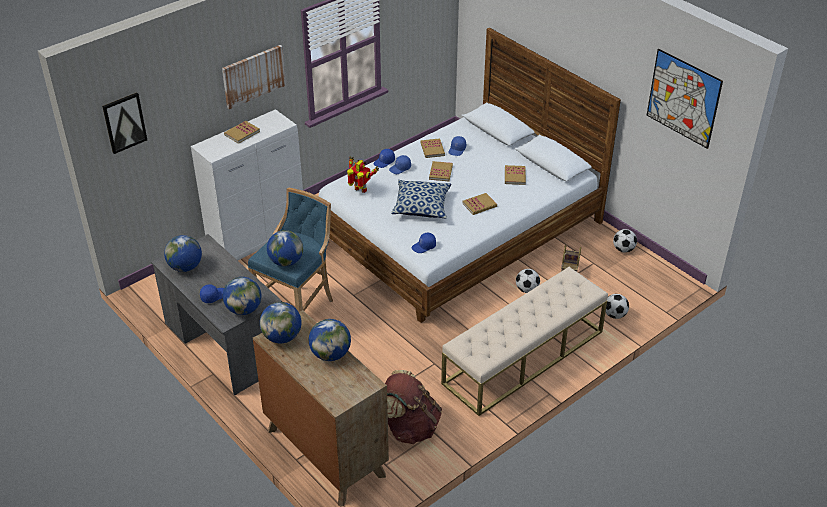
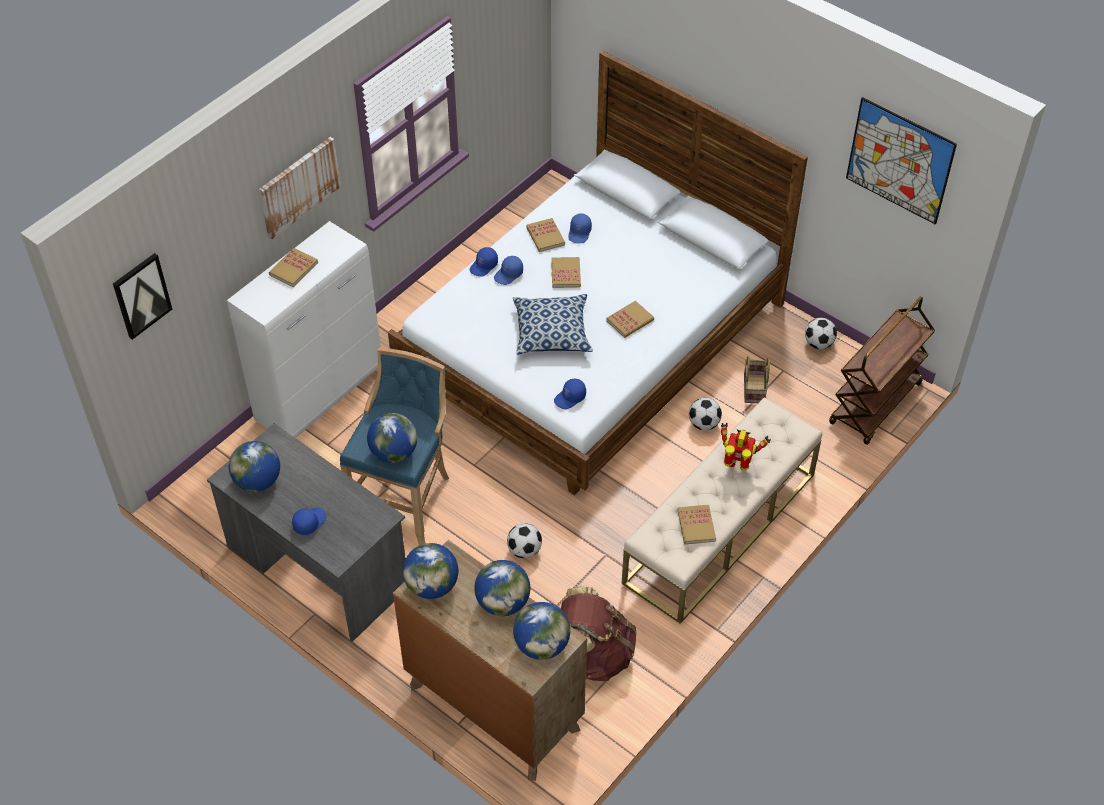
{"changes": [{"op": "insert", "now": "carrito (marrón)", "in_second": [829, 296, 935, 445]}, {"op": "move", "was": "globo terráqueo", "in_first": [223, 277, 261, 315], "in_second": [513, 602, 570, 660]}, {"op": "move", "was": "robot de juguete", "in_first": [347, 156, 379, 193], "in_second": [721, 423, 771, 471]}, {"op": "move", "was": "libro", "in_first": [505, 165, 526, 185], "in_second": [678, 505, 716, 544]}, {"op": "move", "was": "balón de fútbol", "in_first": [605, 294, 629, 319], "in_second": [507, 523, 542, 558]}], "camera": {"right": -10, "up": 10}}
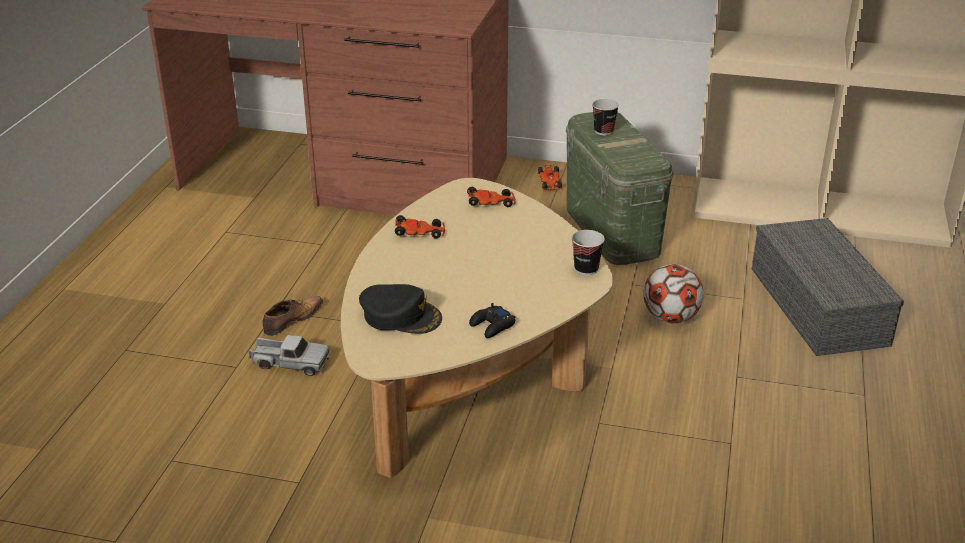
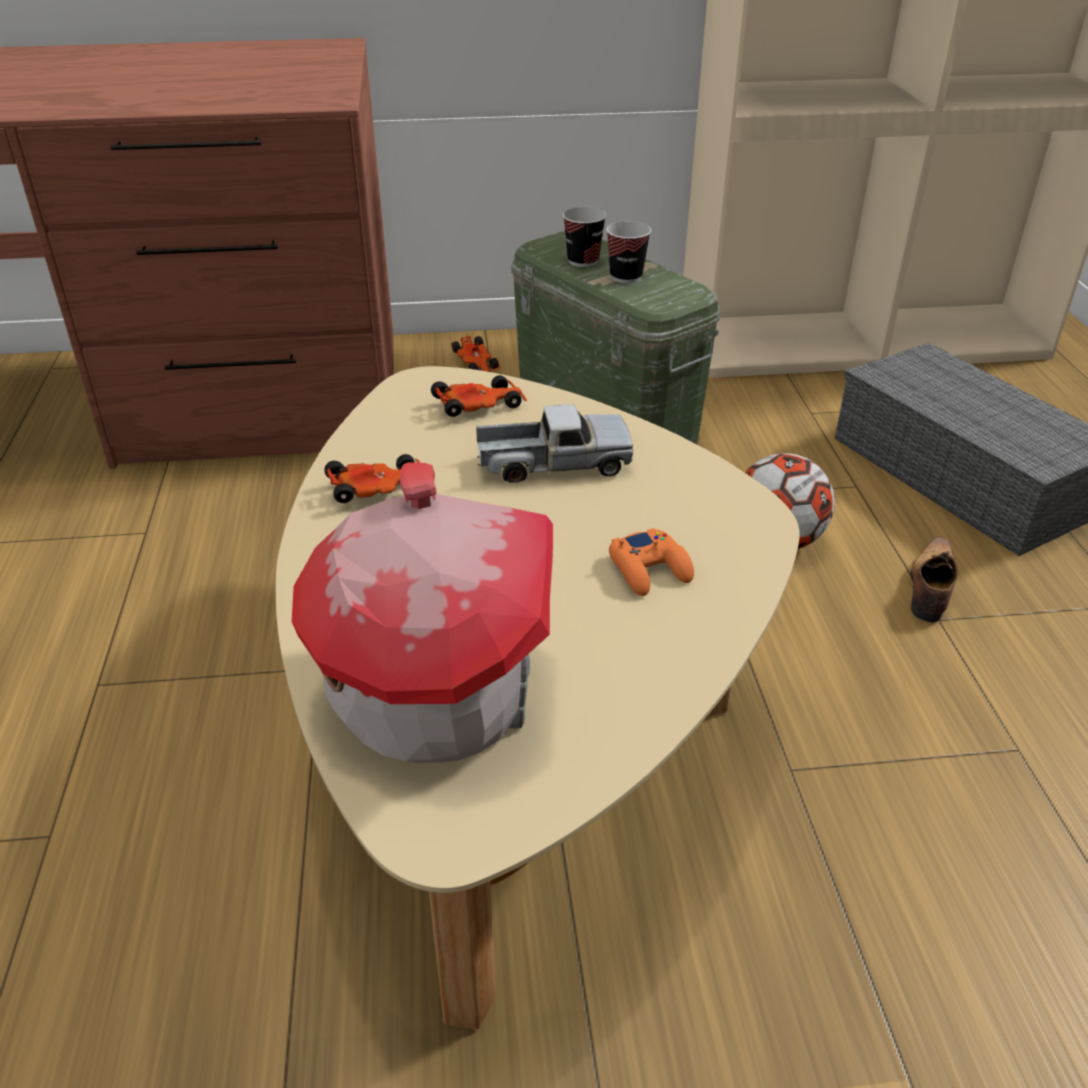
{"changes": [{"op": "delete", "was": "mando de consola (negro)", "in_first": [469, 303, 516, 338]}, {"op": "insert", "now": "mando de consola (naranja)", "in_second": [609, 528, 694, 596]}, {"op": "move", "was": "camión de juguete", "in_first": [248, 335, 330, 376], "in_second": [476, 404, 633, 483]}, {"op": "move", "was": "zapato", "in_first": [263, 296, 323, 336], "in_second": [910, 537, 958, 623]}, {"op": "move", "was": "taza", "in_first": [572, 230, 605, 275], "in_second": [606, 221, 651, 283]}, {"op": "replace", "was": "gorra (negro)", "now": "casita", "in_first": [359, 284, 442, 334], "in_second": [292, 462, 553, 763]}], "camera": {"right": -20, "up": 5}}
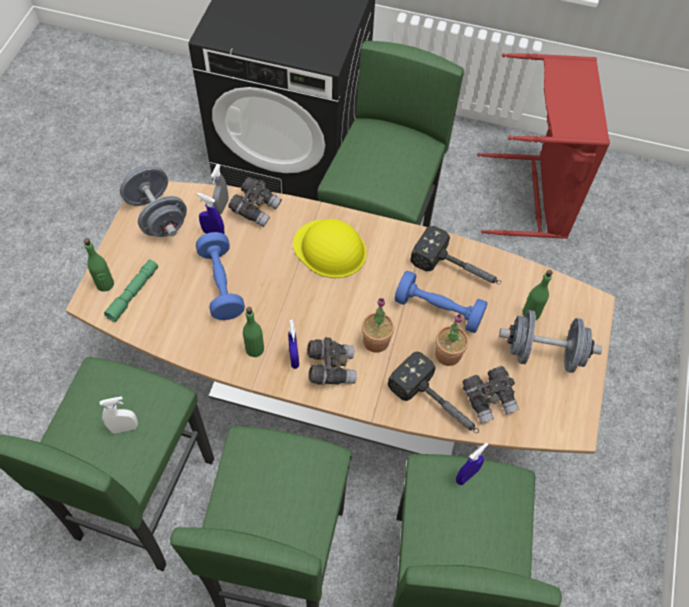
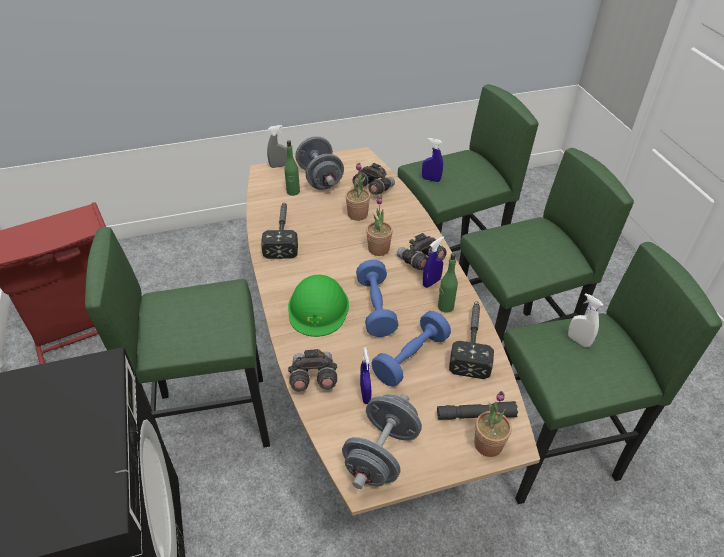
{"changes": [{"op": "move", "was": "pulverizador (gris)", "in_first": [211, 164, 228, 214], "in_second": [267, 125, 288, 168]}, {"op": "move", "was": "martillo", "in_first": [388, 352, 479, 433], "in_second": [449, 301, 494, 379]}, {"op": "move", "was": "mancuerna (azul)", "in_first": [394, 271, 488, 333], "in_second": [356, 260, 399, 337]}, {"op": "replace", "was": "botella (verde)", "now": "planta en maceta", "in_first": [84, 238, 114, 292], "in_second": [474, 391, 512, 457]}, {"op": "recolor", "was": "linterna (verde)", "now": "linterna (gris)", "in_first": [104, 259, 158, 322], "in_second": [437, 401, 518, 420]}, {"op": "recolor", "was": "casco (amarillo)", "now": "casco (verde)", "in_first": [293, 219, 366, 278], "in_second": [288, 275, 349, 337]}], "camera": {"right": -120, "up": -15}}
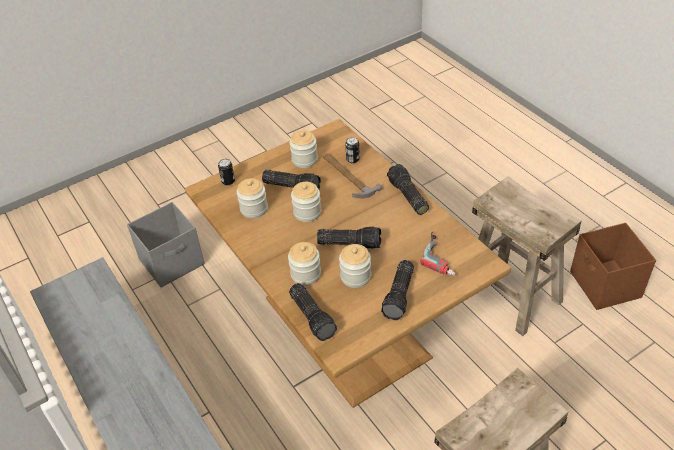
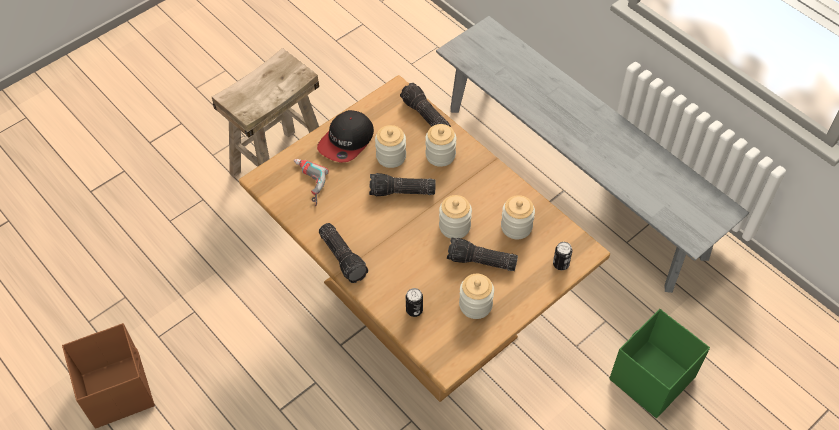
{"changes": [{"op": "delete", "was": "martillo", "in_first": [323, 154, 382, 198]}, {"op": "delete", "was": "taburete (beis)", "in_first": [472, 176, 581, 336]}, {"op": "replace", "was": "linterna", "now": "gorra", "in_first": [381, 260, 414, 320], "in_second": [317, 110, 374, 163]}, {"op": "recolor", "was": "caja de almacenaje (gris)", "now": "caja de almacenaje (verde)", "in_first": [127, 202, 205, 288], "in_second": [609, 309, 710, 418]}], "camera": {"right": 170, "up": 10}}
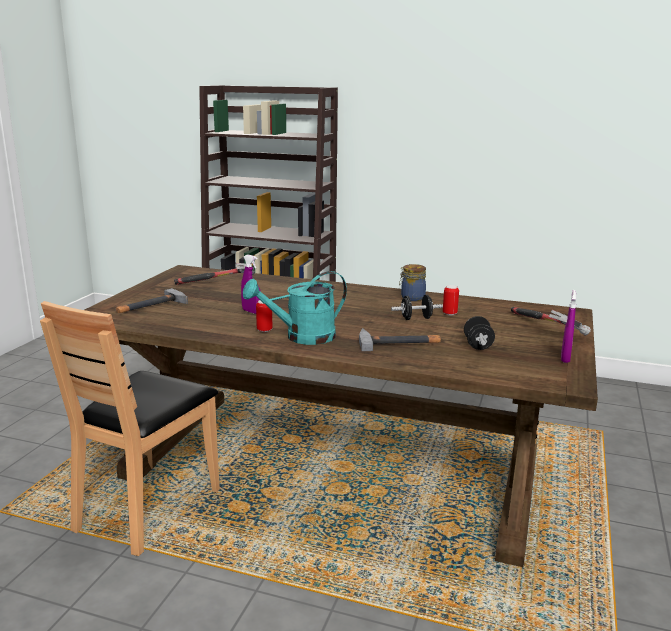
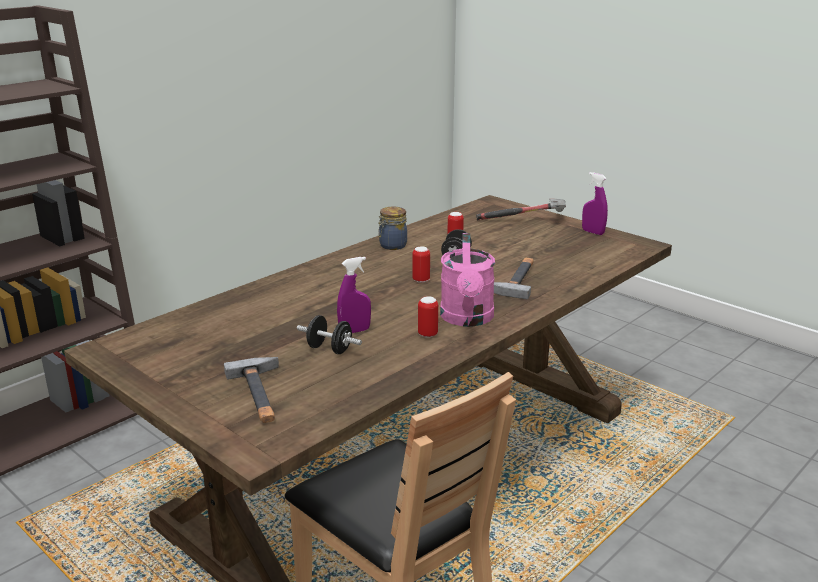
{"changes": [{"op": "delete", "was": "martillo", "in_first": [174, 263, 255, 285]}, {"op": "insert", "now": "lata", "in_second": [412, 246, 430, 283]}, {"op": "move", "was": "mancuerna (negro)", "in_first": [464, 316, 495, 350], "in_second": [297, 315, 362, 354]}, {"op": "recolor", "was": "regadera (turquesa)", "now": "regadera (rosa)", "in_first": [243, 271, 347, 345], "in_second": [440, 233, 495, 327]}], "camera": {"right": -65, "up": 5}}
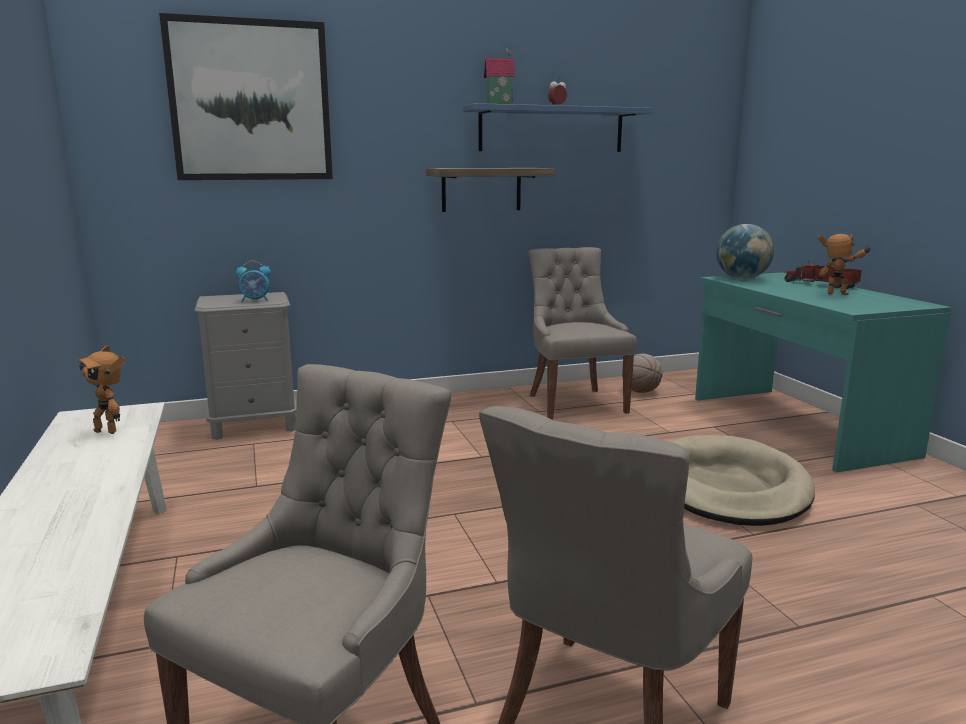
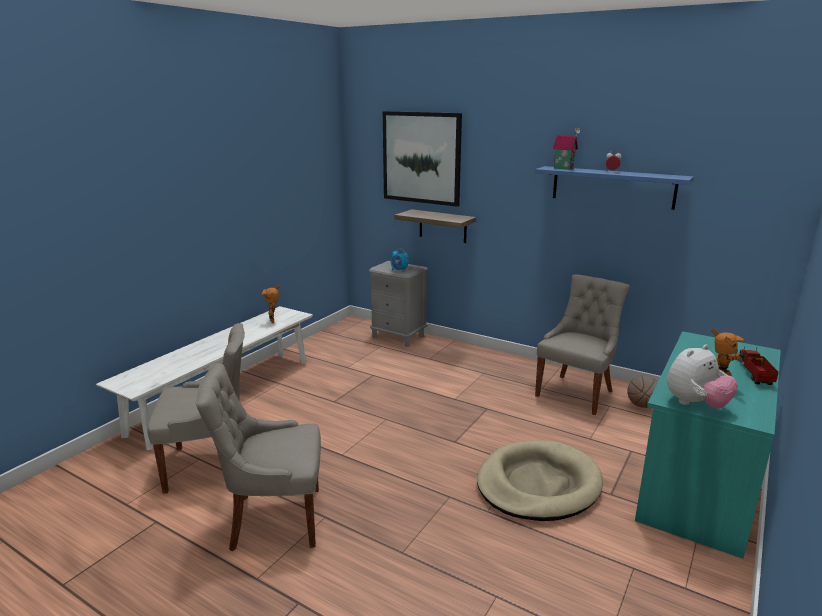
{"changes": [{"op": "delete", "was": "globo terráqueo", "in_first": [716, 224, 774, 279]}, {"op": "insert", "now": "peluche", "in_second": [667, 344, 738, 409]}, {"op": "move", "was": "estante", "in_first": [426, 168, 555, 212], "in_second": [395, 209, 476, 243]}], "camera": {"right": 50, "up": 5}}
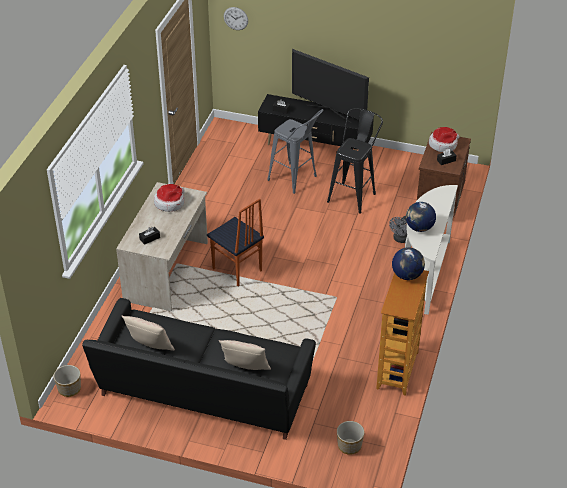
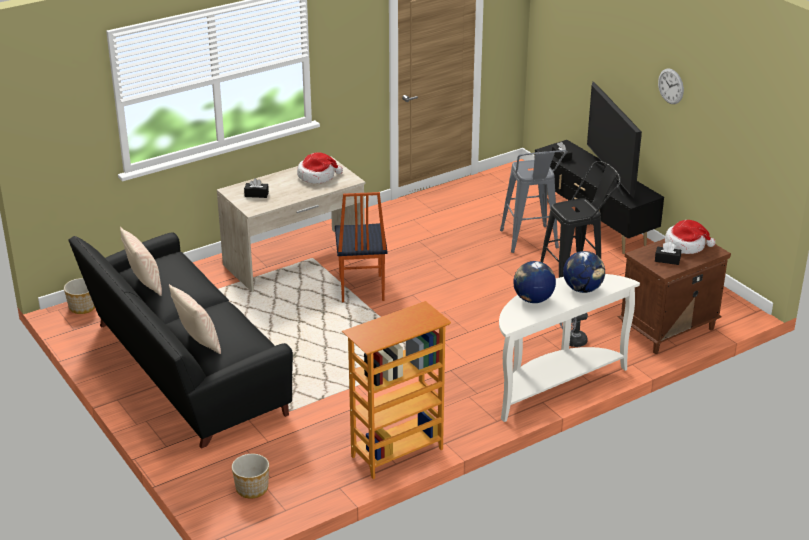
{"changes": [{"op": "move", "was": "reloj de pared", "in_first": [224, 7, 248, 30], "in_second": [658, 68, 684, 104]}, {"op": "move", "was": "globo terráqueo", "in_first": [392, 247, 425, 280], "in_second": [563, 251, 605, 293]}], "camera": {"right": 40, "up": -10}}
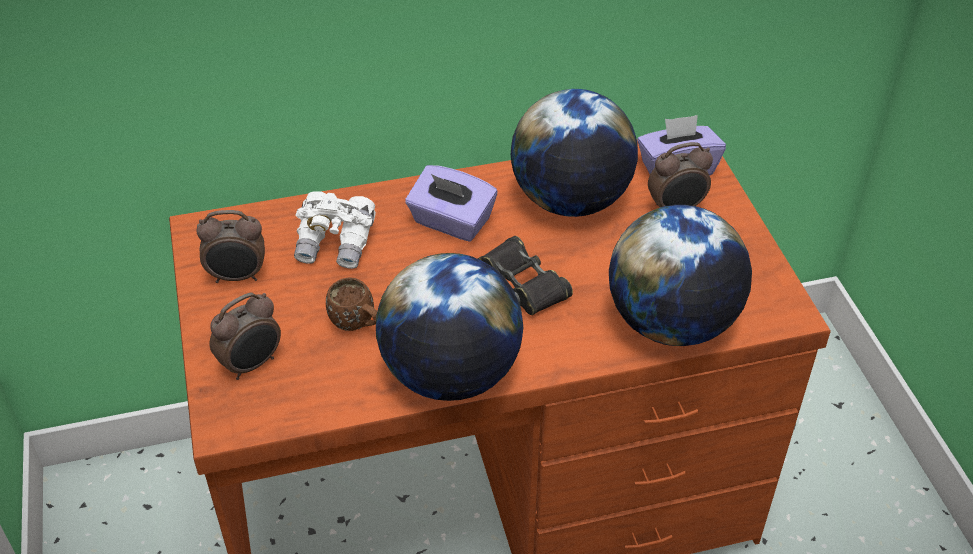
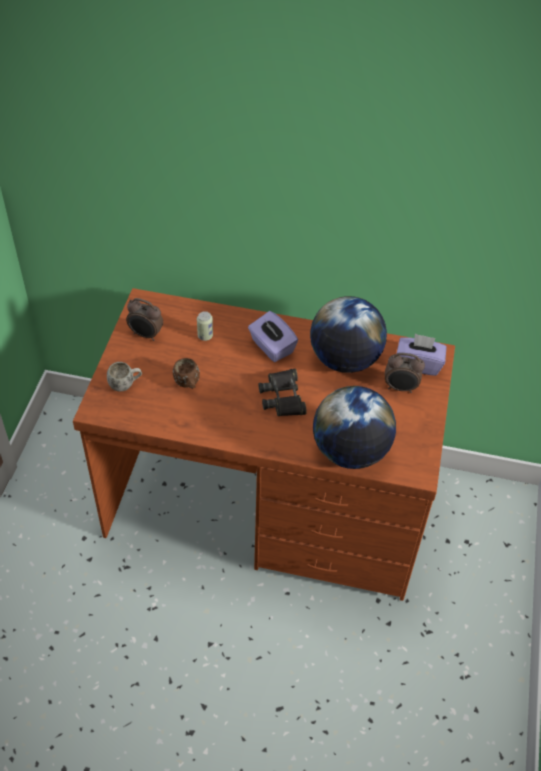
{"changes": [{"op": "delete", "was": "globo terráqueo", "in_first": [376, 253, 523, 401]}, {"op": "replace", "was": "despertador", "now": "taza grande (blanco)", "in_first": [209, 293, 281, 380], "in_second": [107, 362, 142, 392]}, {"op": "replace", "was": "prismáticos (blanco)", "now": "lata", "in_first": [294, 191, 376, 269], "in_second": [197, 311, 213, 341]}], "camera": {"right": 25, "up": 5}}
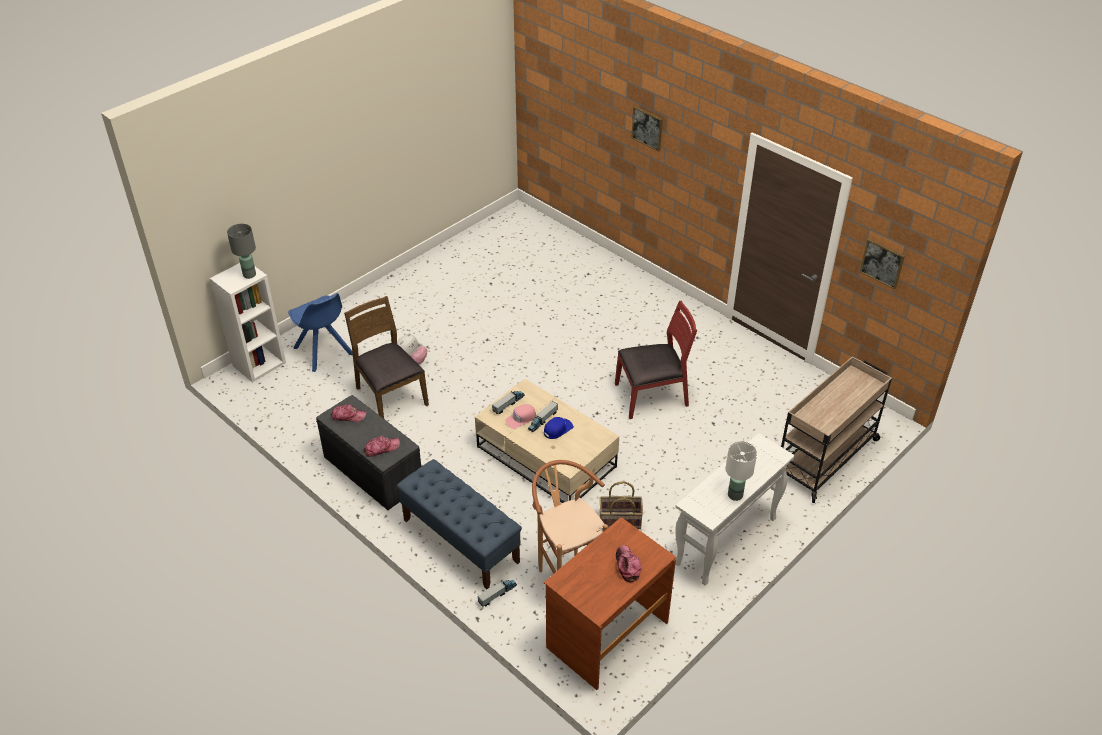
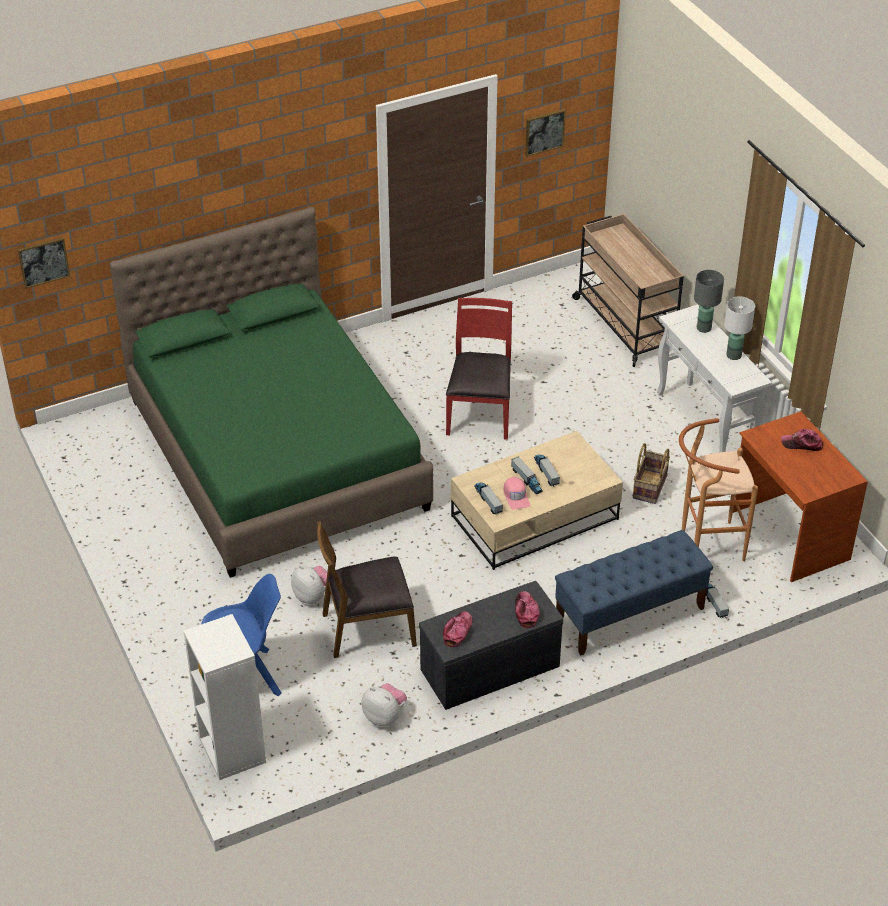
{"changes": [{"op": "insert", "now": "cama (verde)", "in_second": [110, 207, 433, 578]}, {"op": "insert", "now": "peluche", "in_second": [362, 683, 407, 726]}, {"op": "move", "was": "lámpara de mesa (gris)", "in_first": [227, 224, 256, 279], "in_second": [694, 270, 724, 333]}, {"op": "move", "was": "cuadro", "in_first": [631, 106, 663, 152], "in_second": [17, 237, 70, 289]}, {"op": "replace", "was": "gorra (azul)", "now": "camión de juguete", "in_first": [544, 417, 574, 439], "in_second": [534, 454, 560, 487]}], "camera": {"right": -70, "up": 0}}
